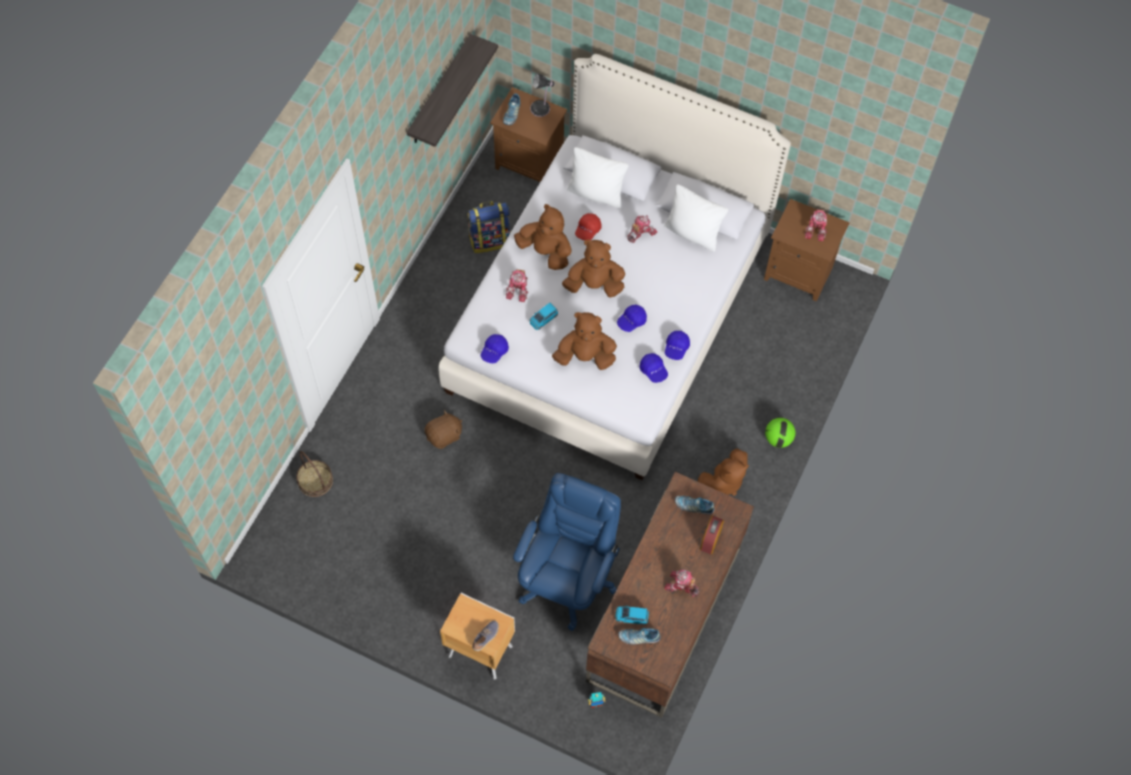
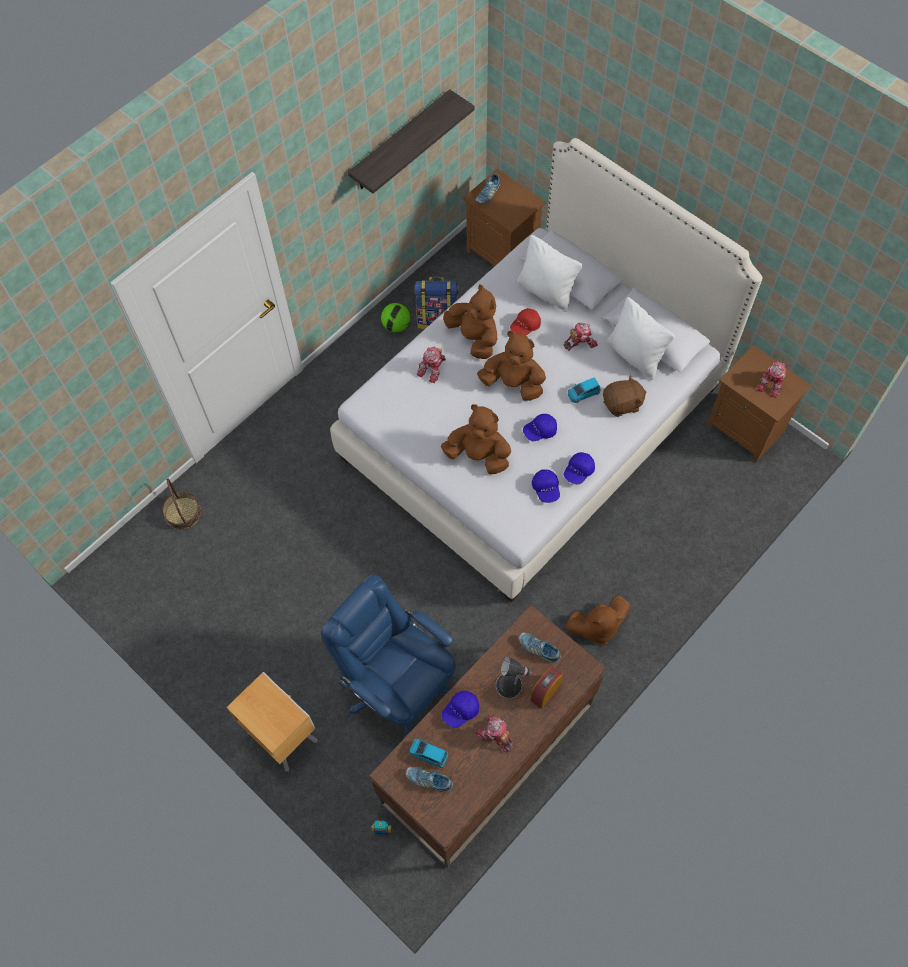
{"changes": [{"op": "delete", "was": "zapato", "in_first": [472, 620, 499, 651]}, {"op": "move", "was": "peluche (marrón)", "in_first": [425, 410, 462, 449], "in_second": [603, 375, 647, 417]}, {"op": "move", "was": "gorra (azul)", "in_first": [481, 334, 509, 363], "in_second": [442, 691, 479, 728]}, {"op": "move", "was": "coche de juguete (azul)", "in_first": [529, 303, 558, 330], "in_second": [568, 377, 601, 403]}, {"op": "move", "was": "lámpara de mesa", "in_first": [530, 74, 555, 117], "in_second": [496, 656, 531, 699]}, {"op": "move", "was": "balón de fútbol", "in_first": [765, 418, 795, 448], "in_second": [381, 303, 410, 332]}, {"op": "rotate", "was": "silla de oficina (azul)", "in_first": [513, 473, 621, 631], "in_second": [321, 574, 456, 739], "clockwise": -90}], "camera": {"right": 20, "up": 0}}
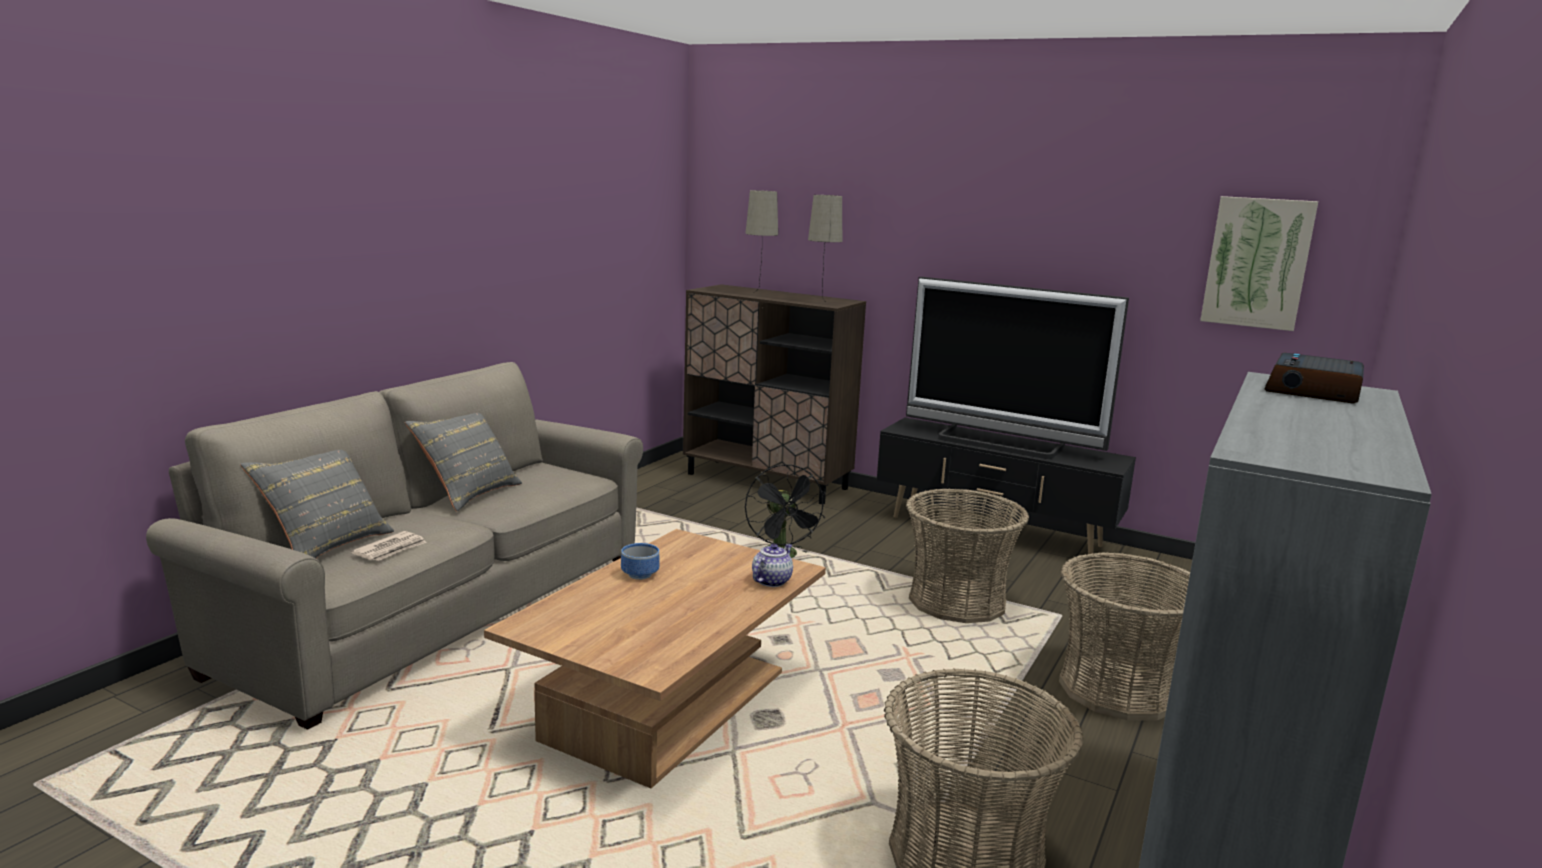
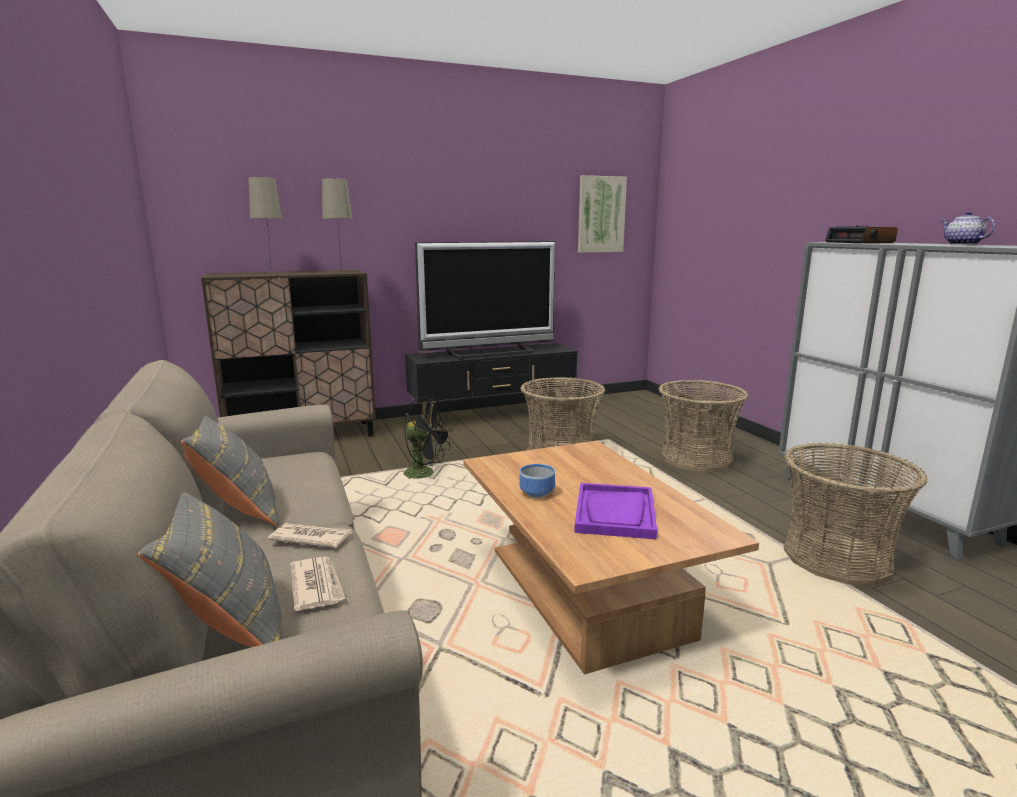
{"changes": [{"op": "insert", "now": "periódico", "in_second": [268, 523, 352, 548]}, {"op": "insert", "now": "bandeja (morado)", "in_second": [574, 483, 657, 539]}, {"op": "move", "was": "tetera", "in_first": [752, 544, 793, 587], "in_second": [941, 211, 995, 245]}], "camera": {"right": -50, "up": 0}}
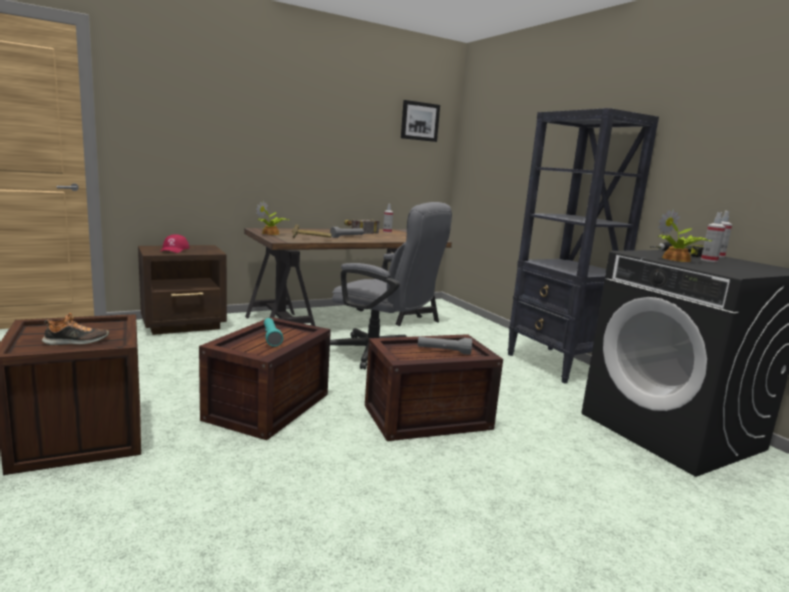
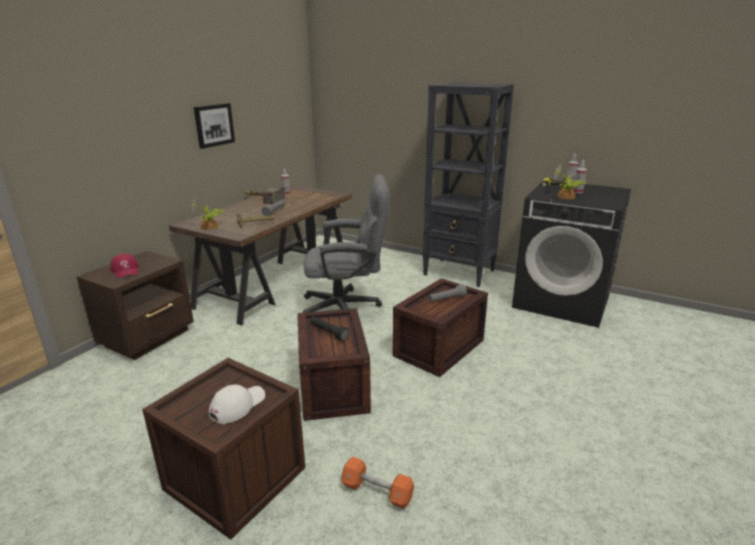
{"changes": [{"op": "insert", "now": "mancuerna (naranja)", "in_second": [341, 456, 414, 509]}, {"op": "move", "was": "cuadro", "in_first": [401, 100, 440, 142], "in_second": [194, 103, 235, 149]}, {"op": "replace", "was": "zapato", "now": "gorra (blanco)", "in_first": [42, 313, 109, 345], "in_second": [209, 384, 265, 424]}, {"op": "recolor", "was": "linterna (turquesa)", "now": "linterna (negro)", "in_first": [264, 318, 283, 347], "in_second": [310, 317, 349, 341]}], "camera": {"right": -30, "up": 10}}
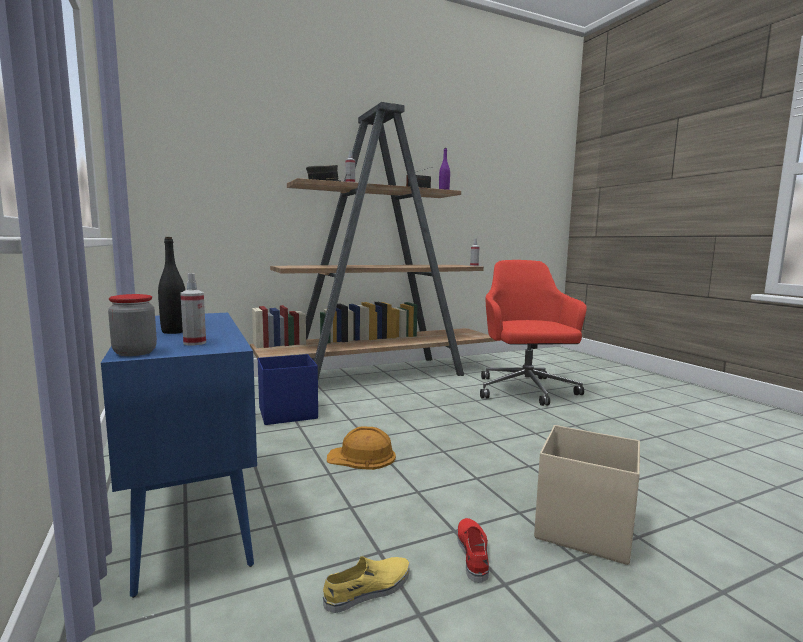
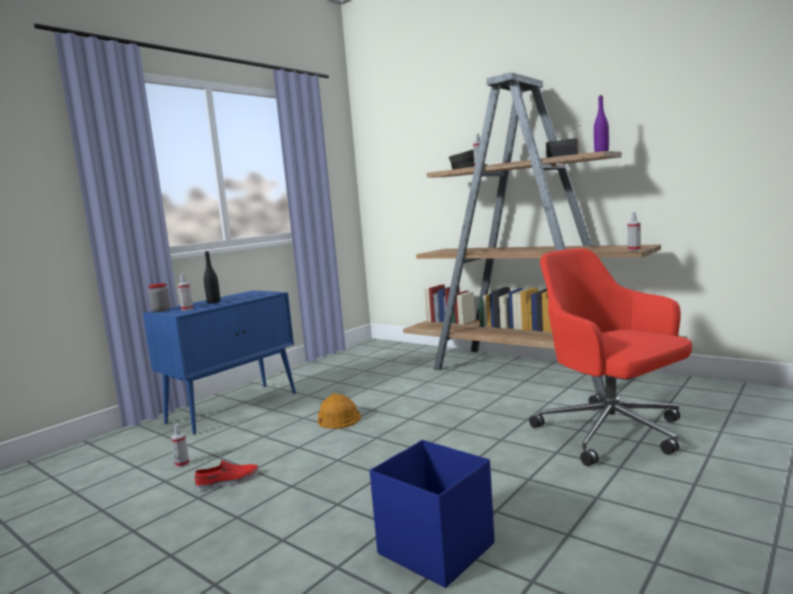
{"changes": [{"op": "delete", "was": "caja de almacenaje (beis)", "in_first": [534, 425, 640, 565]}, {"op": "move", "was": "caja de almacenaje (azul)", "in_first": [258, 354, 318, 425], "in_second": [370, 440, 495, 588]}, {"op": "replace", "was": "zapato (amarillo)", "now": "pulverizador", "in_first": [323, 556, 409, 613], "in_second": [171, 424, 189, 467]}, {"op": "rotate", "was": "silla de oficina (rojo)", "in_first": [480, 260, 587, 406], "in_second": [529, 248, 692, 466], "clockwise": -90}], "camera": {"right": 65, "up": 0}}
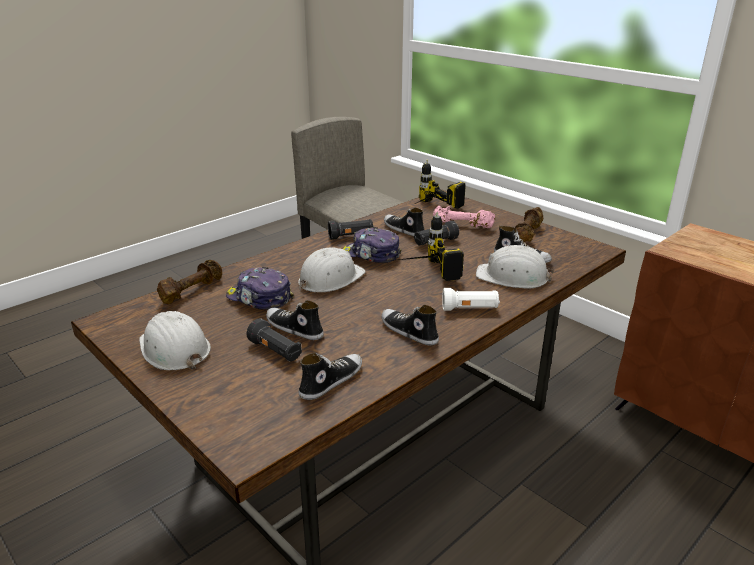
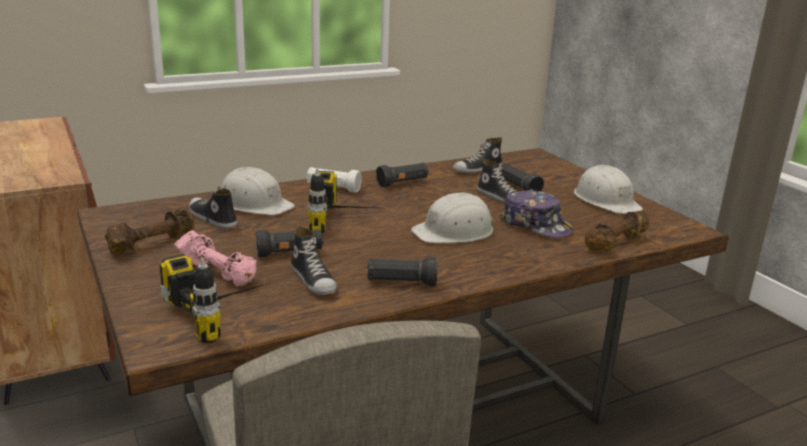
{"changes": [{"op": "delete", "was": "gorra", "in_first": [343, 227, 401, 263]}, {"op": "replace", "was": "zapato", "now": "linterna (negro)", "in_first": [381, 305, 439, 346], "in_second": [376, 163, 428, 187]}], "camera": {"right": -165, "up": -5}}
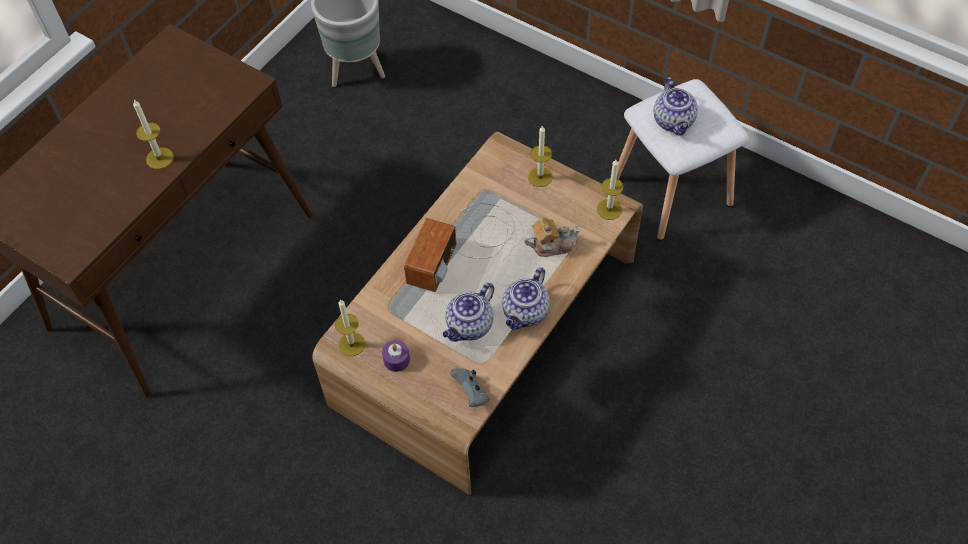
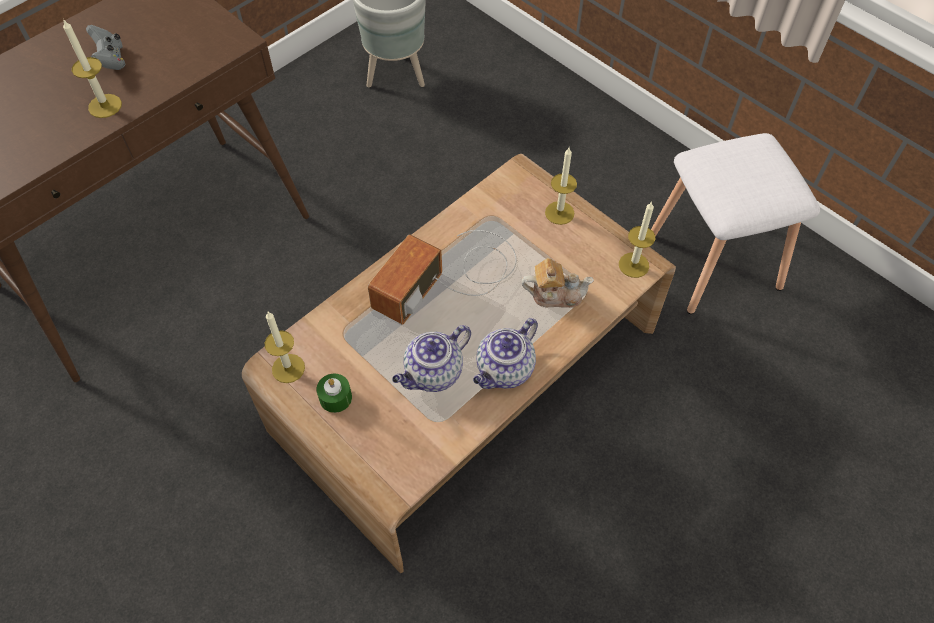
{"changes": [{"op": "delete", "was": "tetera", "in_first": [653, 77, 698, 136]}, {"op": "move", "was": "mando de consola (gris)", "in_first": [450, 369, 489, 407], "in_second": [86, 25, 125, 70]}, {"op": "recolor", "was": "vela (morado)", "now": "vela (verde)", "in_first": [382, 340, 410, 372], "in_second": [316, 374, 352, 413]}], "camera": {"right": 10, "up": 0}}
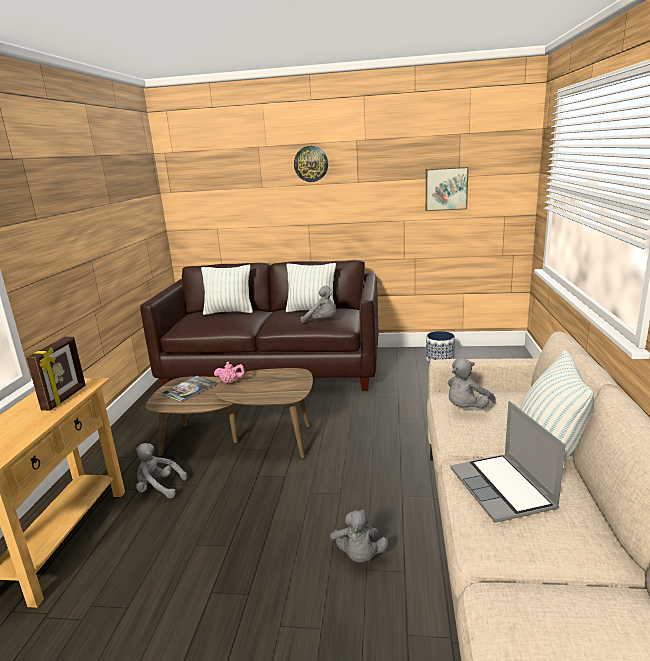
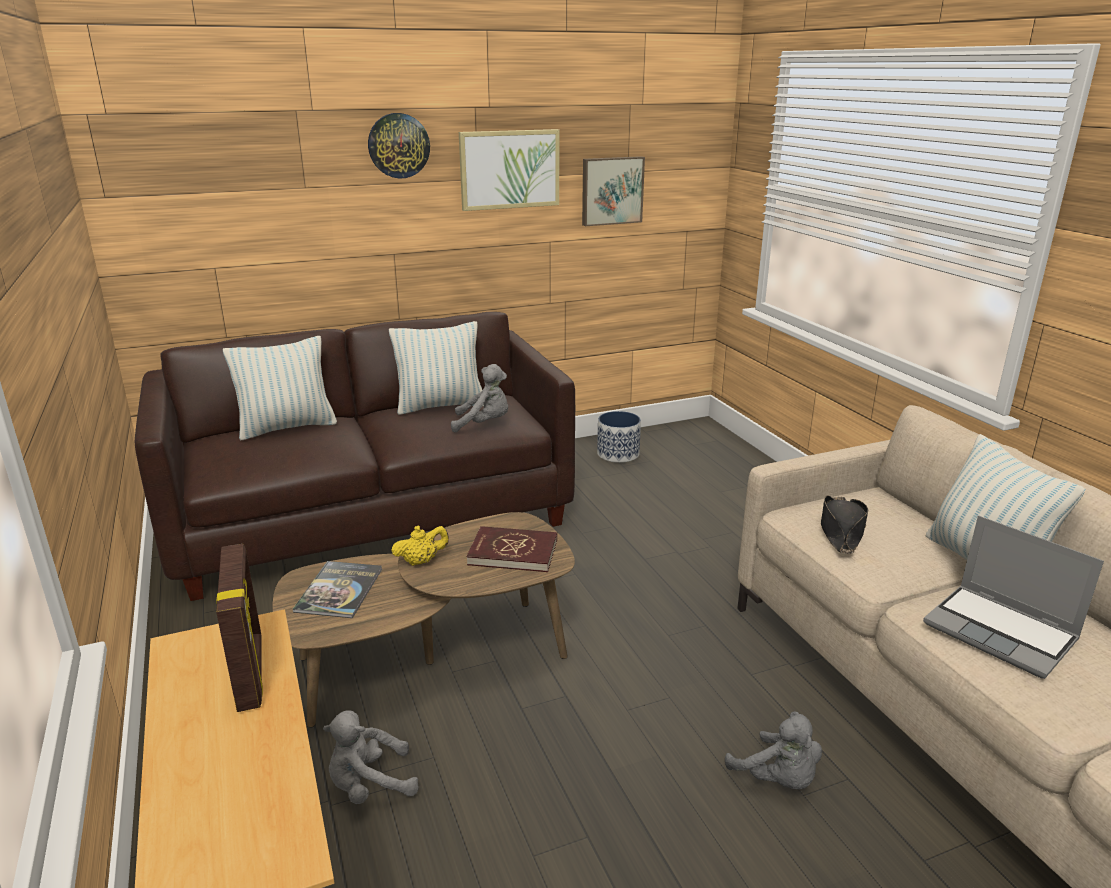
{"changes": [{"op": "insert", "now": "cuadro", "in_second": [459, 129, 559, 211]}, {"op": "insert", "now": "libro (rojo)", "in_second": [467, 526, 557, 572]}, {"op": "replace", "was": "peluche (gris)", "now": "sombrero (negro)", "in_first": [448, 358, 496, 409], "in_second": [821, 495, 868, 554]}, {"op": "recolor", "was": "tetera (rosa)", "now": "tetera (amarillo)", "in_first": [214, 362, 246, 384], "in_second": [391, 525, 449, 566]}], "camera": {"right": -30, "up": 5}}
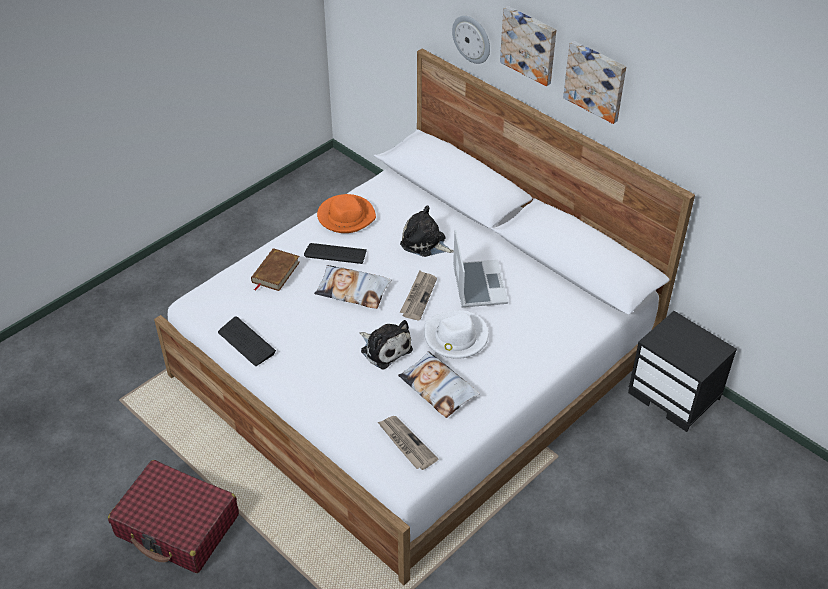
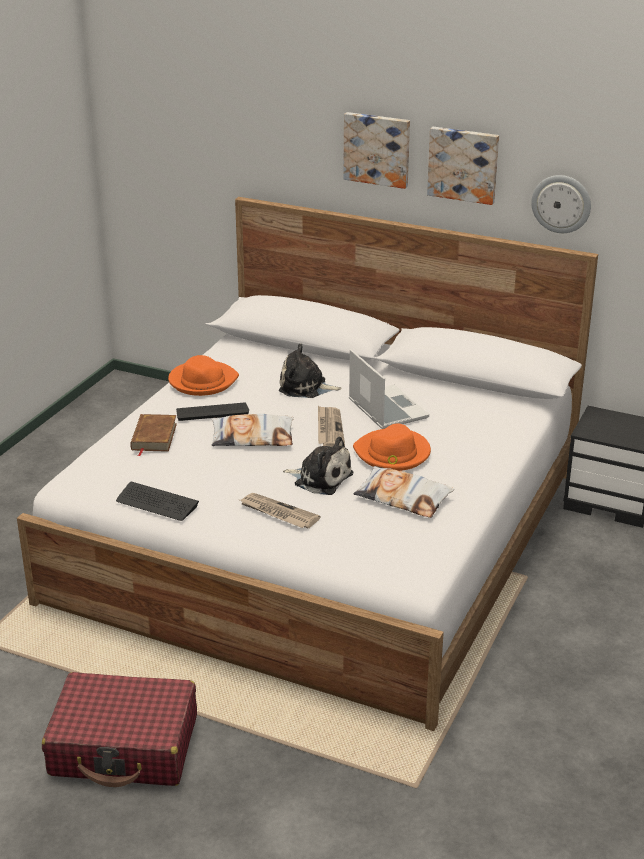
{"changes": [{"op": "move", "was": "periódico", "in_first": [378, 416, 438, 470], "in_second": [240, 493, 321, 528]}, {"op": "move", "was": "reloj de pared", "in_first": [452, 16, 490, 64], "in_second": [531, 175, 591, 233]}, {"op": "recolor", "was": "sombrero (blanco)", "now": "sombrero (naranja)", "in_first": [424, 310, 488, 359], "in_second": [353, 424, 431, 471]}], "camera": {"right": -20, "up": -15}}
